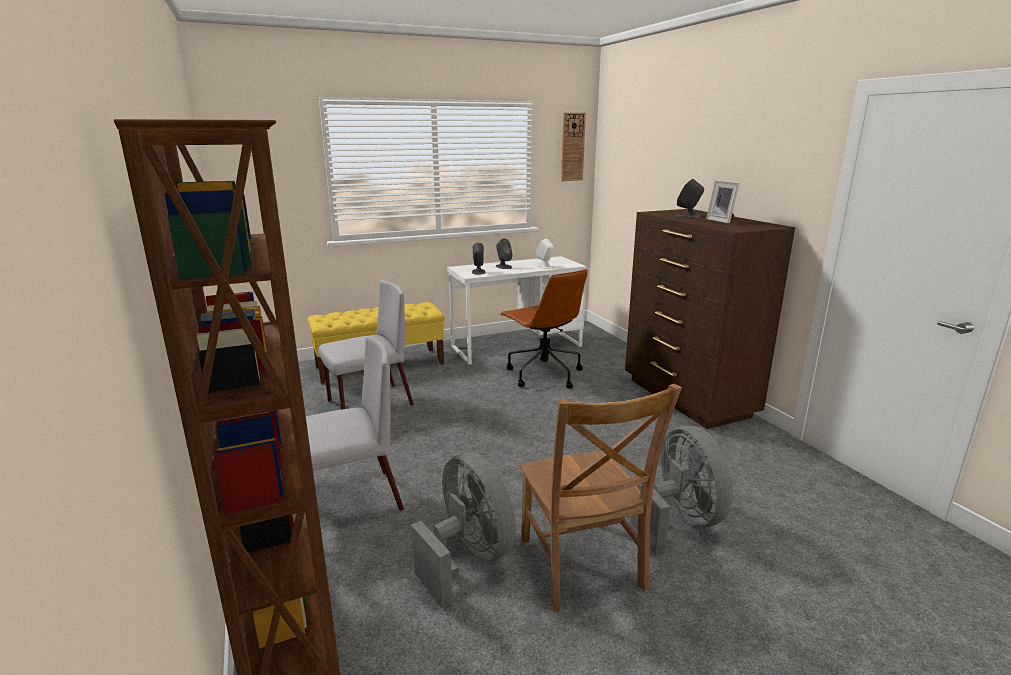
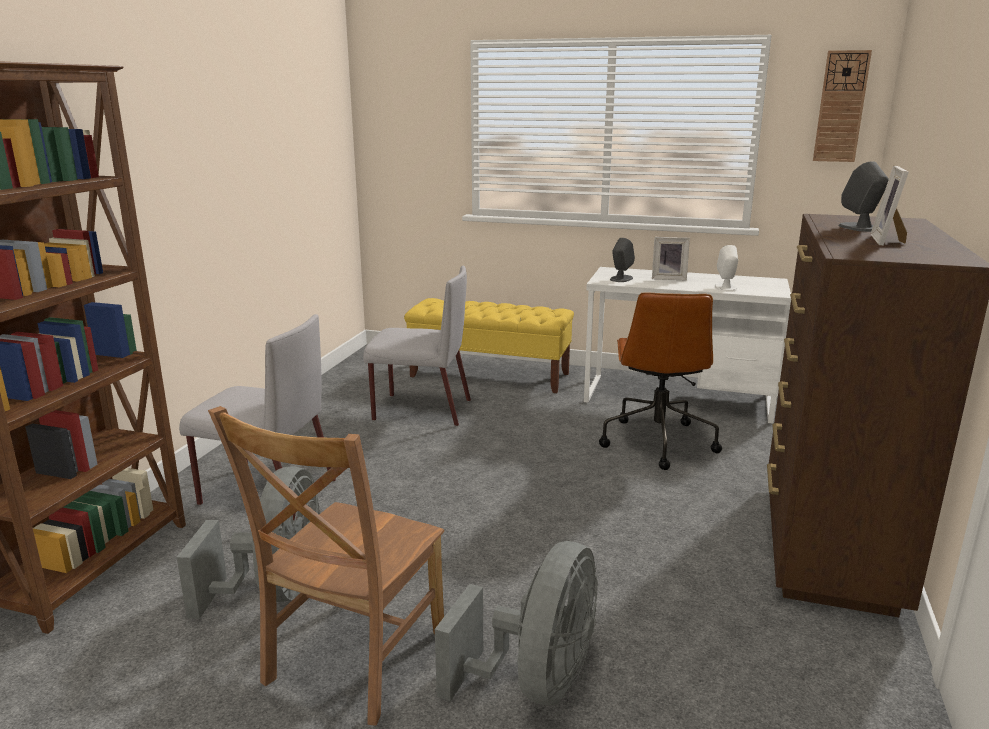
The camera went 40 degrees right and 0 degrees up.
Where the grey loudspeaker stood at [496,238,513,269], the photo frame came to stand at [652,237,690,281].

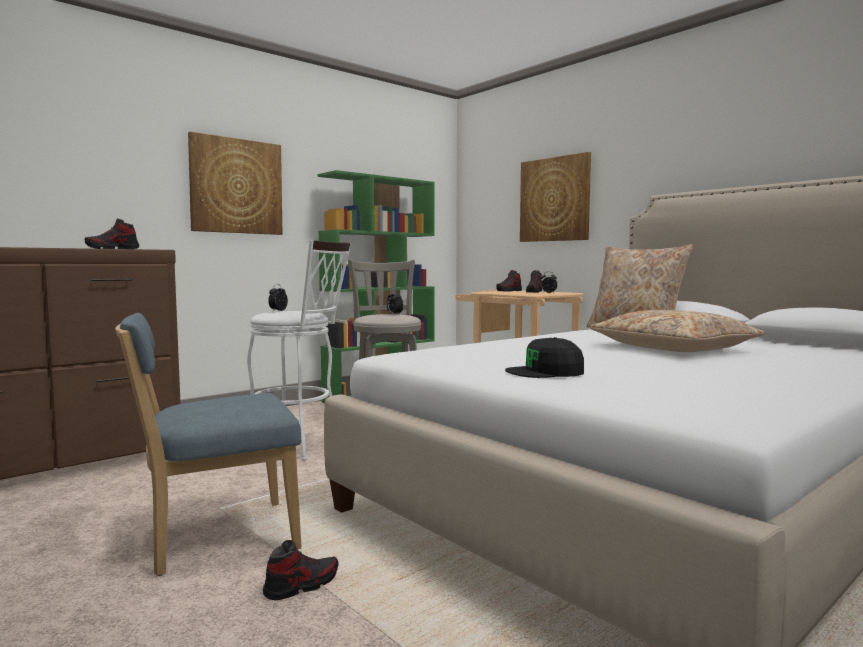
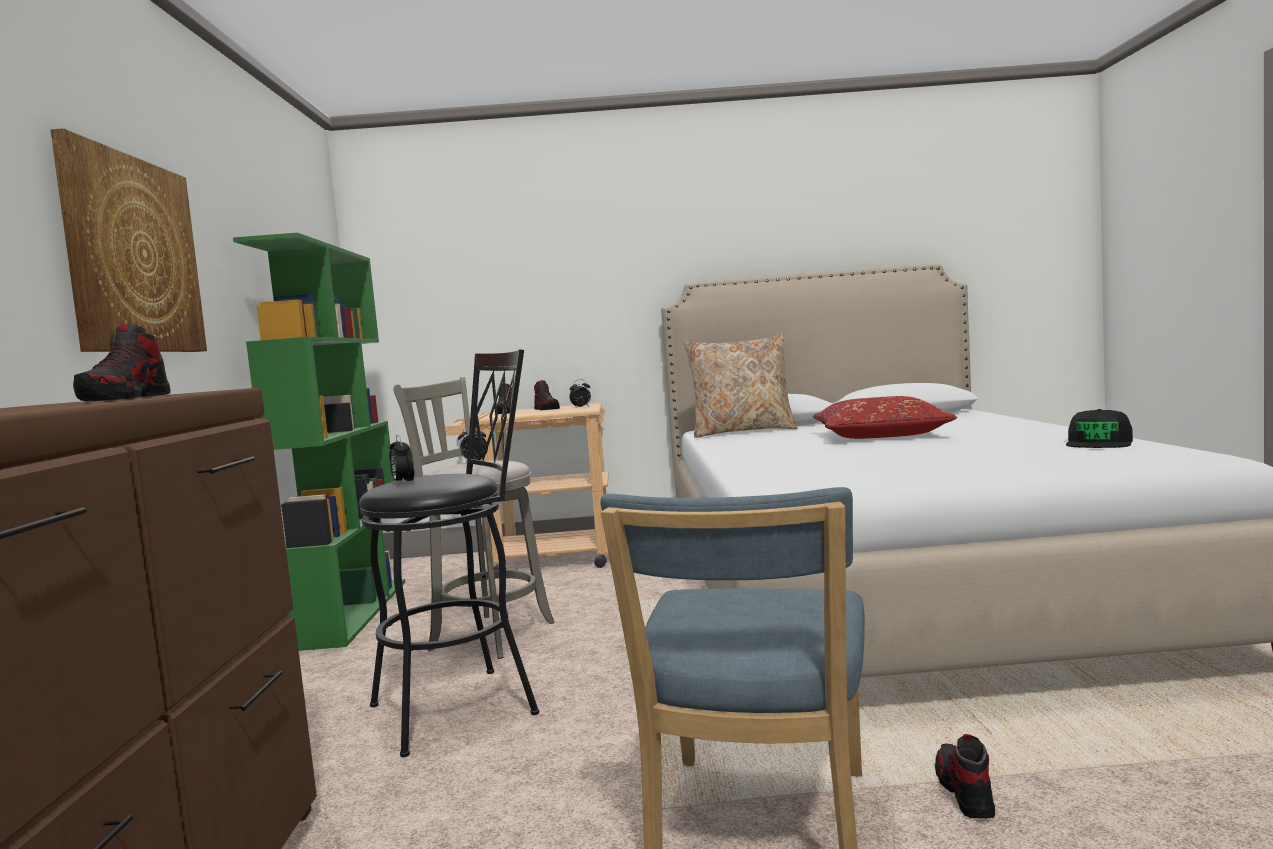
The camera went 50 degrees left and 0 degrees up.
The second view lost the picture at [520,152,591,242].
What was the white-coloured stool seat at [247,240,351,461] turned into the black stool seat at [359,349,539,757].
What was the sand-coloured cushion at [589,310,765,352] turned into the red-coloured cushion at [813,396,957,439].
The black cap ended up elsewhere, having gone from [505,337,584,378] to [1066,409,1133,448].

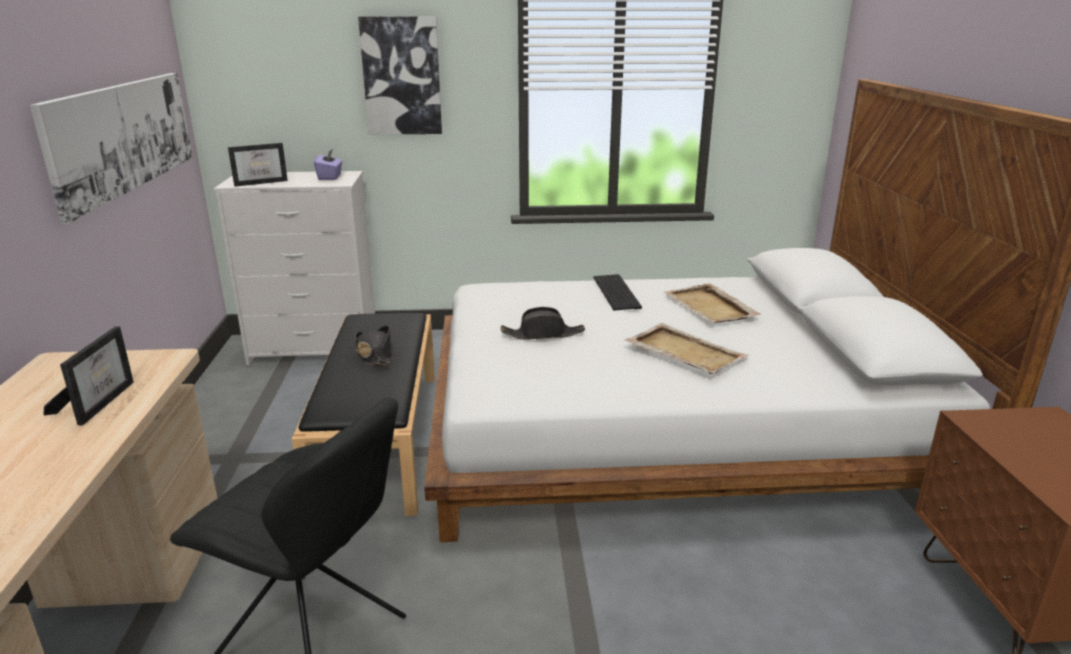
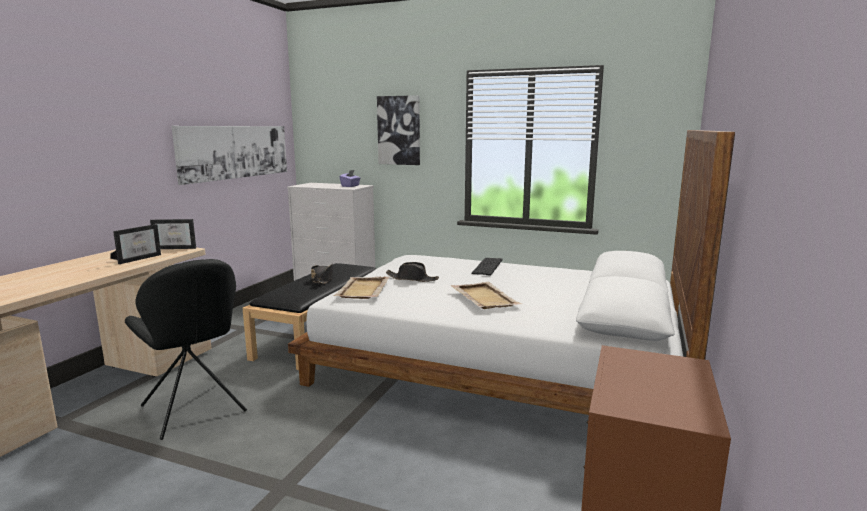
The camera went 25 degrees right and 10 degrees down.
The photo frame ended up elsewhere, having gone from [228,143,288,187] to [150,219,196,249].
The sand-coloured serving tray ended up elsewhere, having gone from [663,283,761,323] to [333,276,390,299].

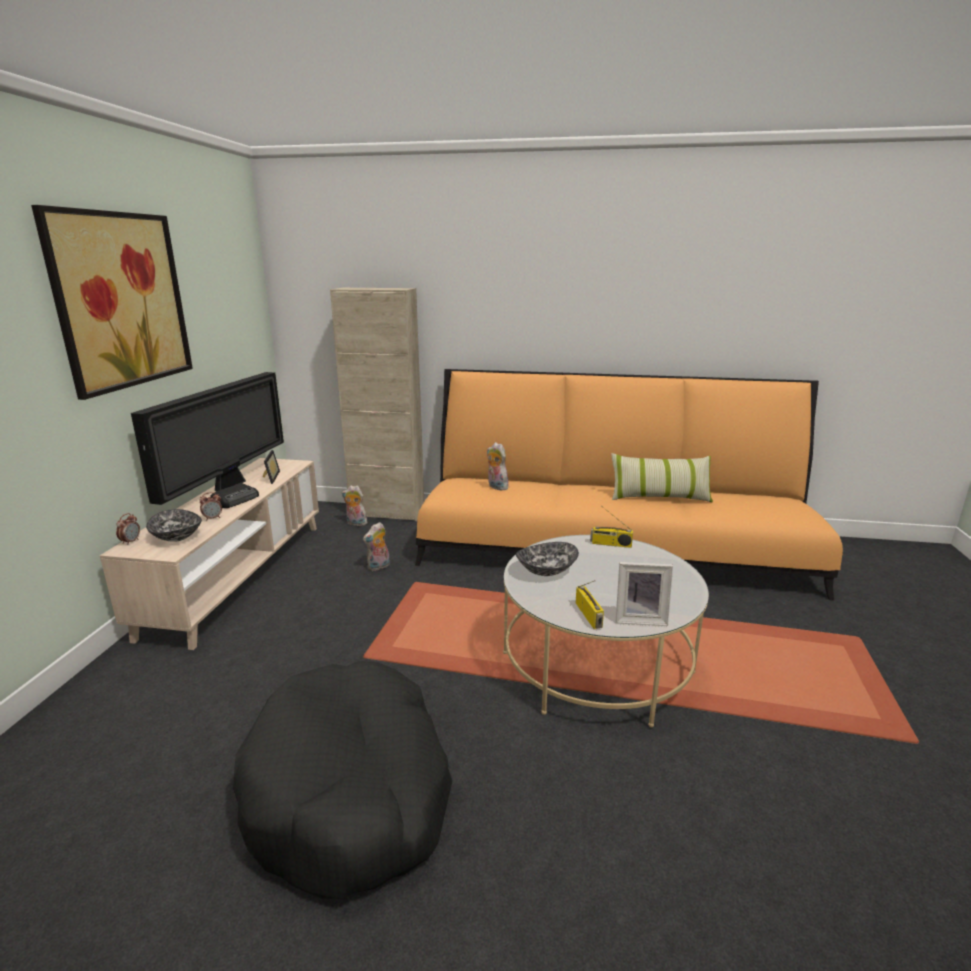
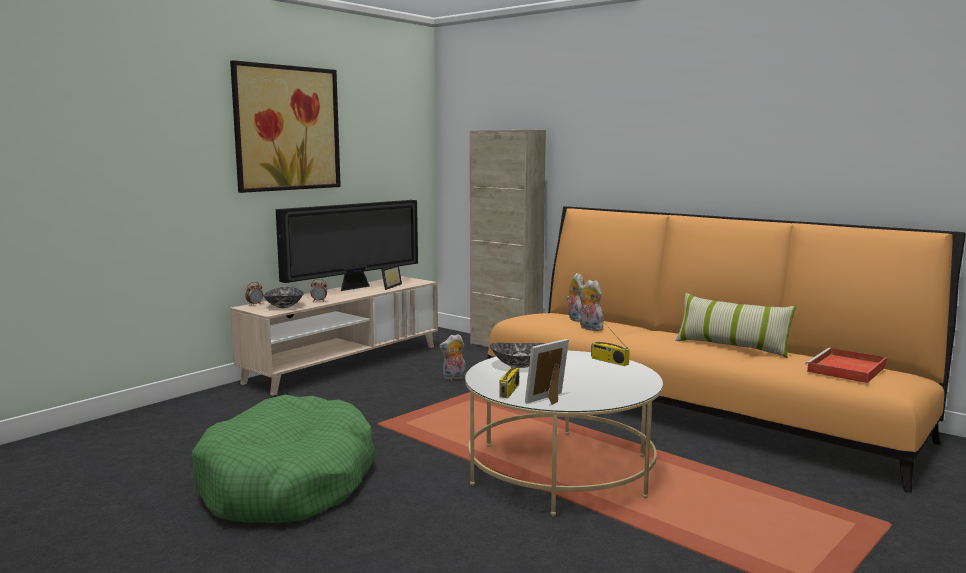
The camera went 30 degrees right and 10 degrees down.
The second view lost the radio receiver at [210,483,259,508].
The plush toy ended up elsewhere, having gone from [342,485,367,526] to [578,280,604,331].
The photo frame at [616,562,673,626] ended up facing another way, 105 degrees clockwise from before.
What was the black dog cushion at [233,661,452,899] turned into the greenish dog cushion at [191,395,375,523].
The second view gained the red-coloured serving tray at [805,348,887,383].

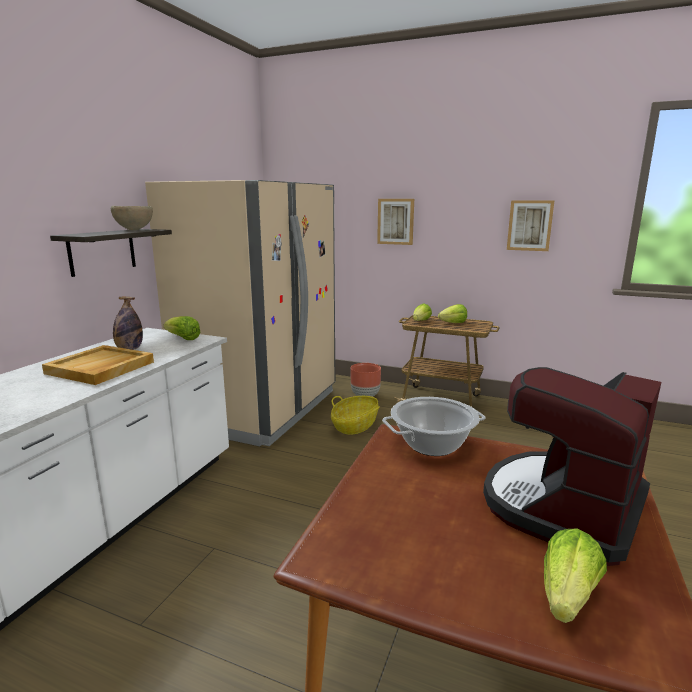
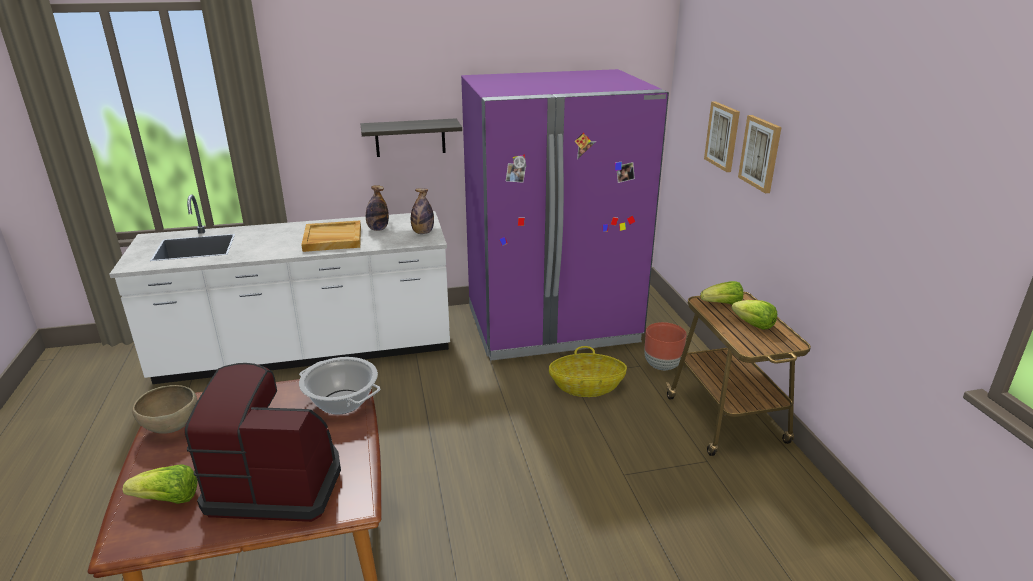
The camera went 55 degrees right and 10 degrees up.
What was the sand-coloured kitchen fridge at [145,180,335,446] turned into the purple kitchen fridge at [461,69,669,361].
The picture ended up elsewhere, having gone from [507,200,555,251] to [704,101,740,172].
The brown-coloured serving bowl ended up elsewhere, having gone from [111,206,153,231] to [132,385,197,434].
Where the head of lettuce stood at [164,316,200,340], the bottle came to stand at [411,188,434,234].

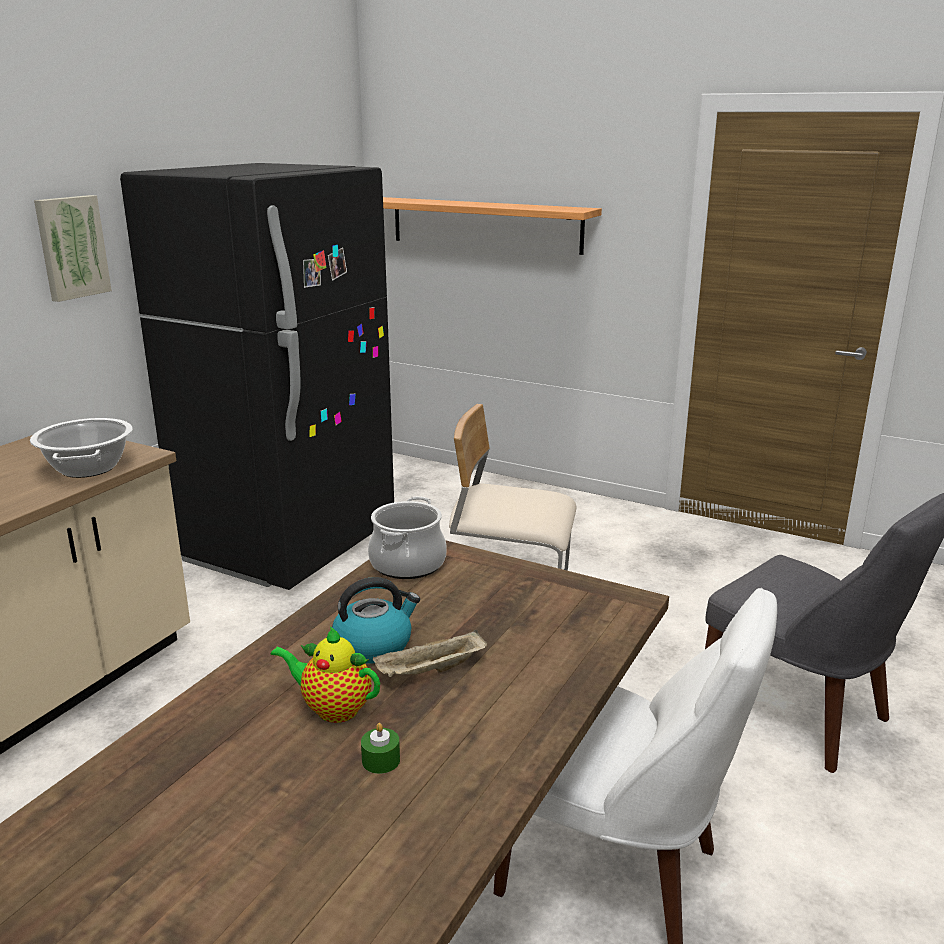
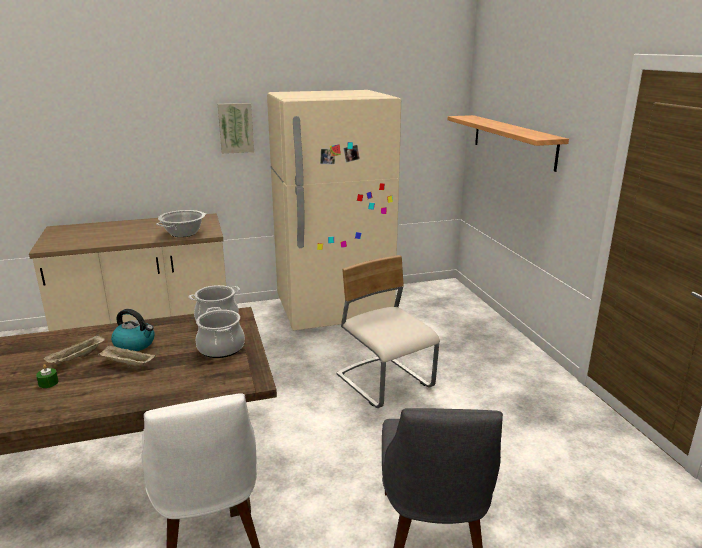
The camera went 45 degrees right and 0 degrees up.
What was the black kitchen fridge at [120,163,394,590] turned into the sand-coloured kitchen fridge at [267,90,401,331].
Where the teapot stood at [271,626,380,723], the sand-coloured serving tray came to stand at [43,334,105,363].
The second view gained the saucepot at [196,307,245,358].

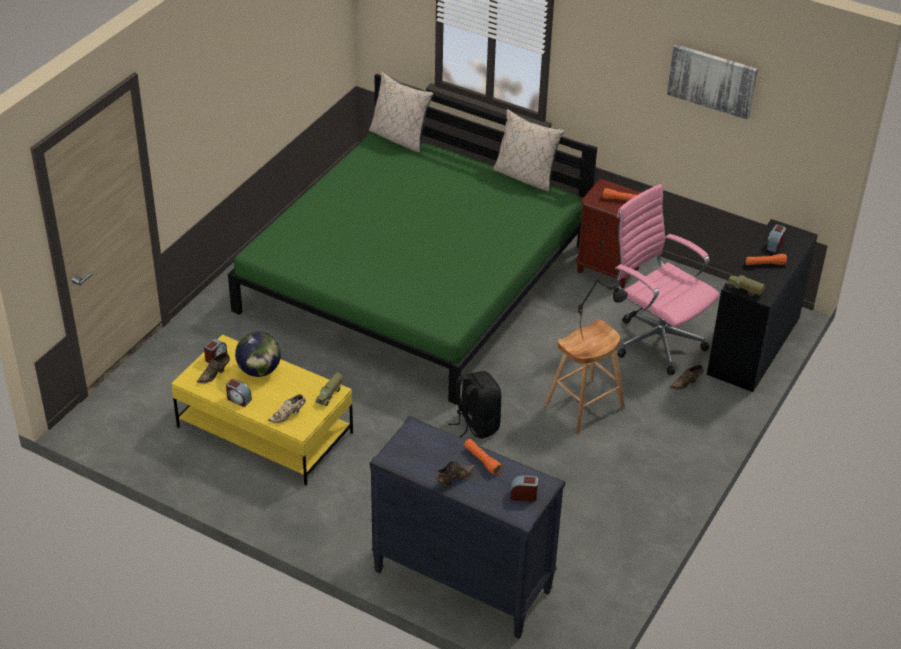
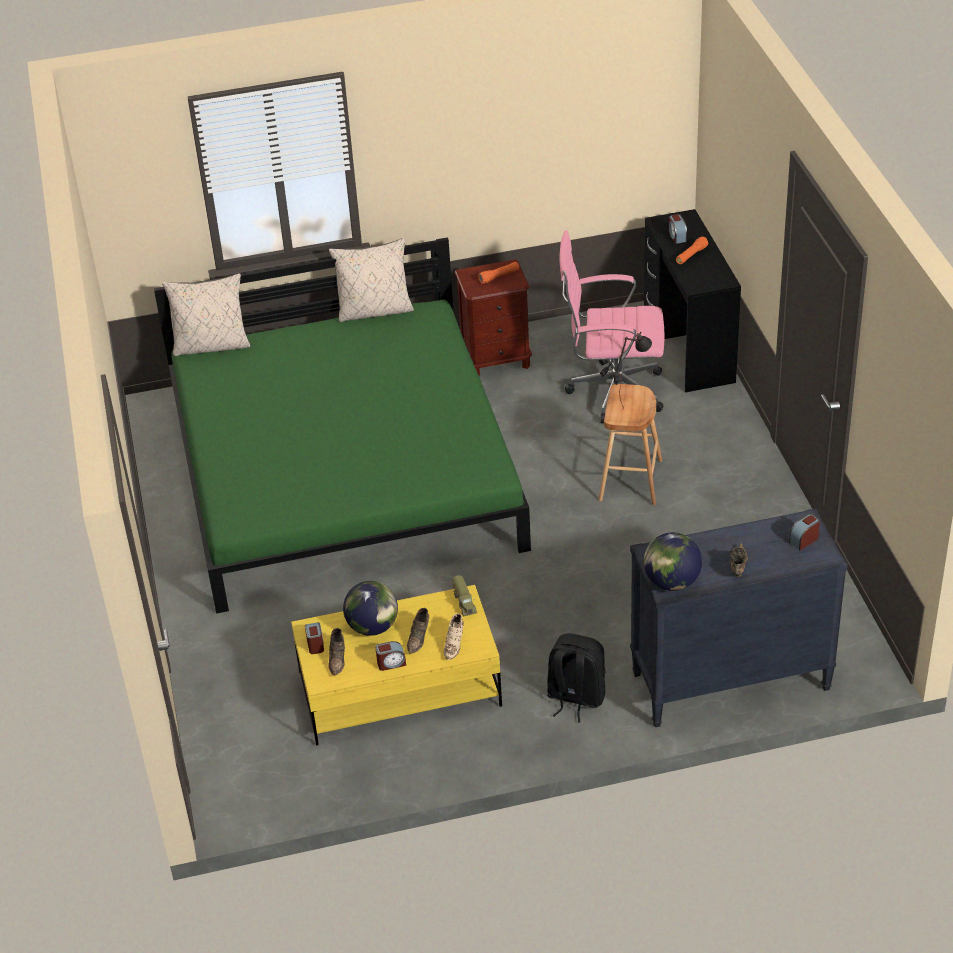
The camera went 40 degrees left and 0 degrees up.
The second view lost the picture at [667,44,758,120].
The second view lost the toy lorry at [726,275,765,296].
The brown-coloured low shoe ended up elsewhere, having gone from [669,365,704,390] to [407,608,429,653].
The black backpack ended up elsewhere, having gone from [448,371,501,439] to [547,633,605,722].
The second view lost the orangey flashlight at [464,439,502,475].
The second view gained the globe at [644,532,702,591].

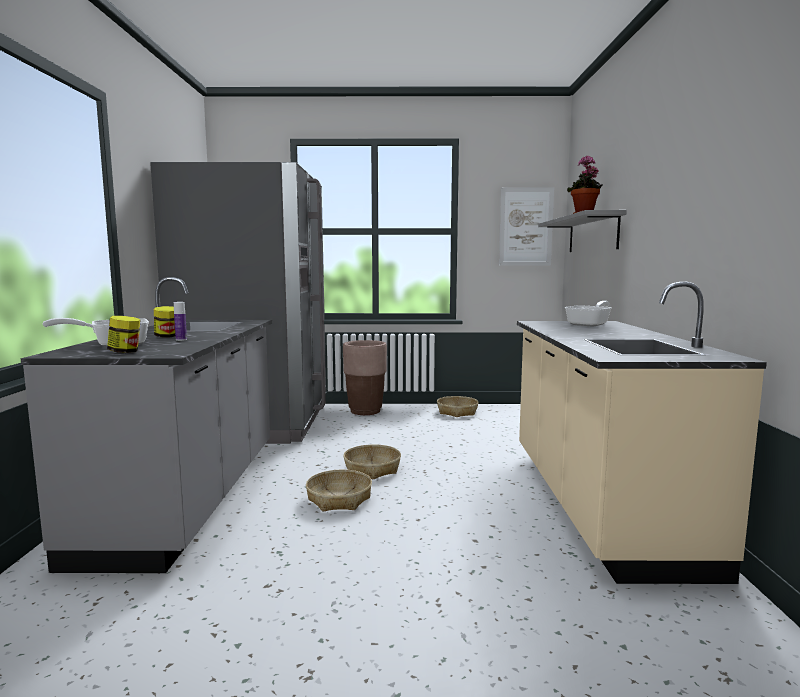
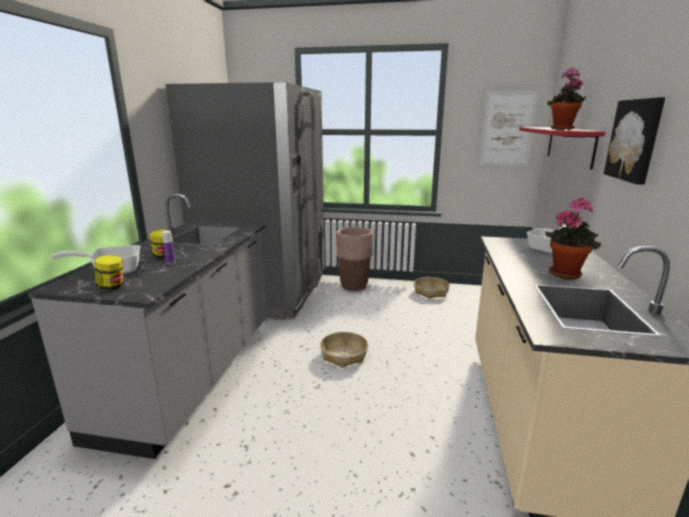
The camera went 10 degrees right and 10 degrees up.
What was the grey wall shelf at [538,210,627,252] turned into the red-coloured wall shelf at [519,127,605,169].
The second view lost the basket at [306,470,372,511].
The second view gained the picture at [604,97,665,185].
The second view gained the potted plant at [545,197,601,279].

